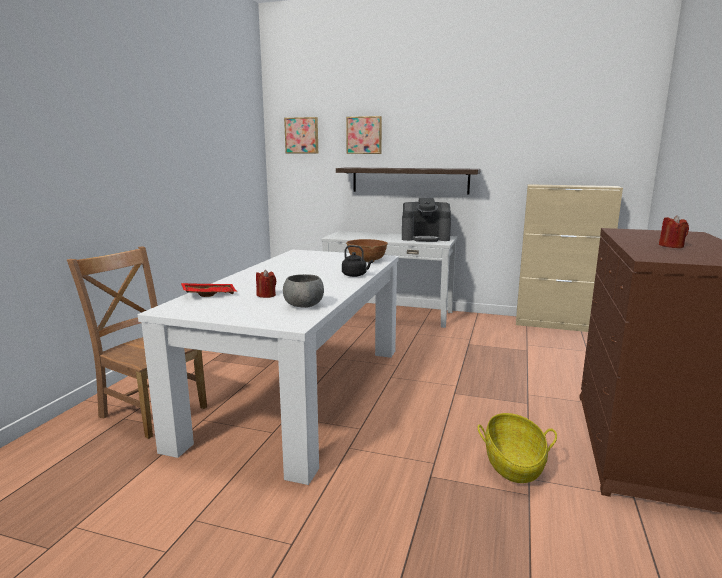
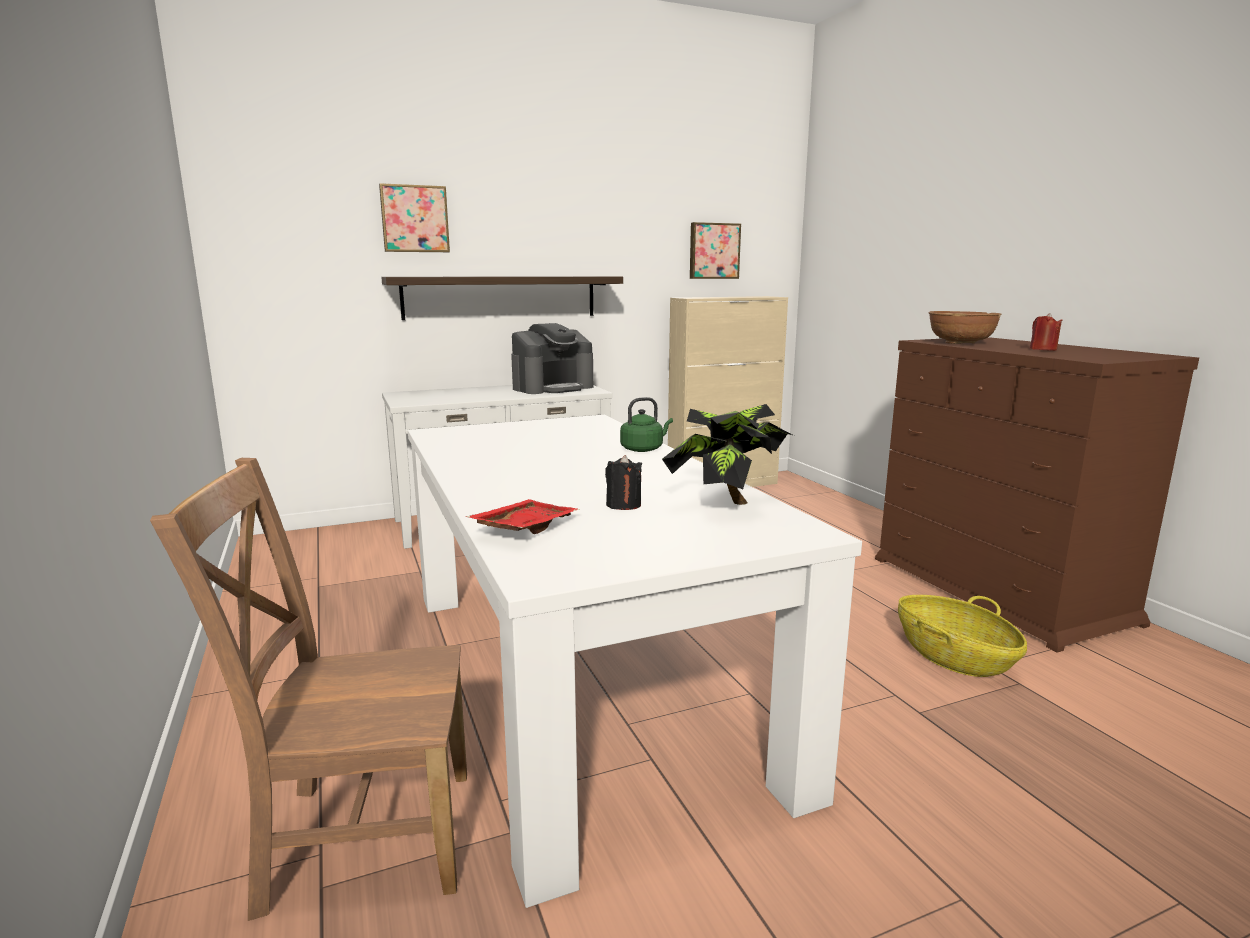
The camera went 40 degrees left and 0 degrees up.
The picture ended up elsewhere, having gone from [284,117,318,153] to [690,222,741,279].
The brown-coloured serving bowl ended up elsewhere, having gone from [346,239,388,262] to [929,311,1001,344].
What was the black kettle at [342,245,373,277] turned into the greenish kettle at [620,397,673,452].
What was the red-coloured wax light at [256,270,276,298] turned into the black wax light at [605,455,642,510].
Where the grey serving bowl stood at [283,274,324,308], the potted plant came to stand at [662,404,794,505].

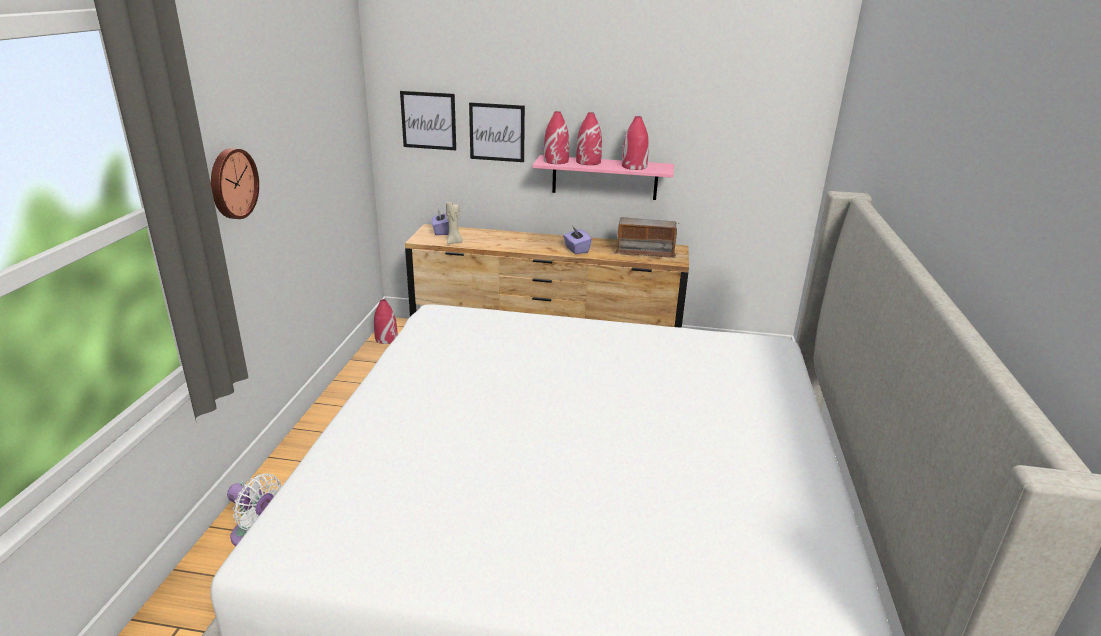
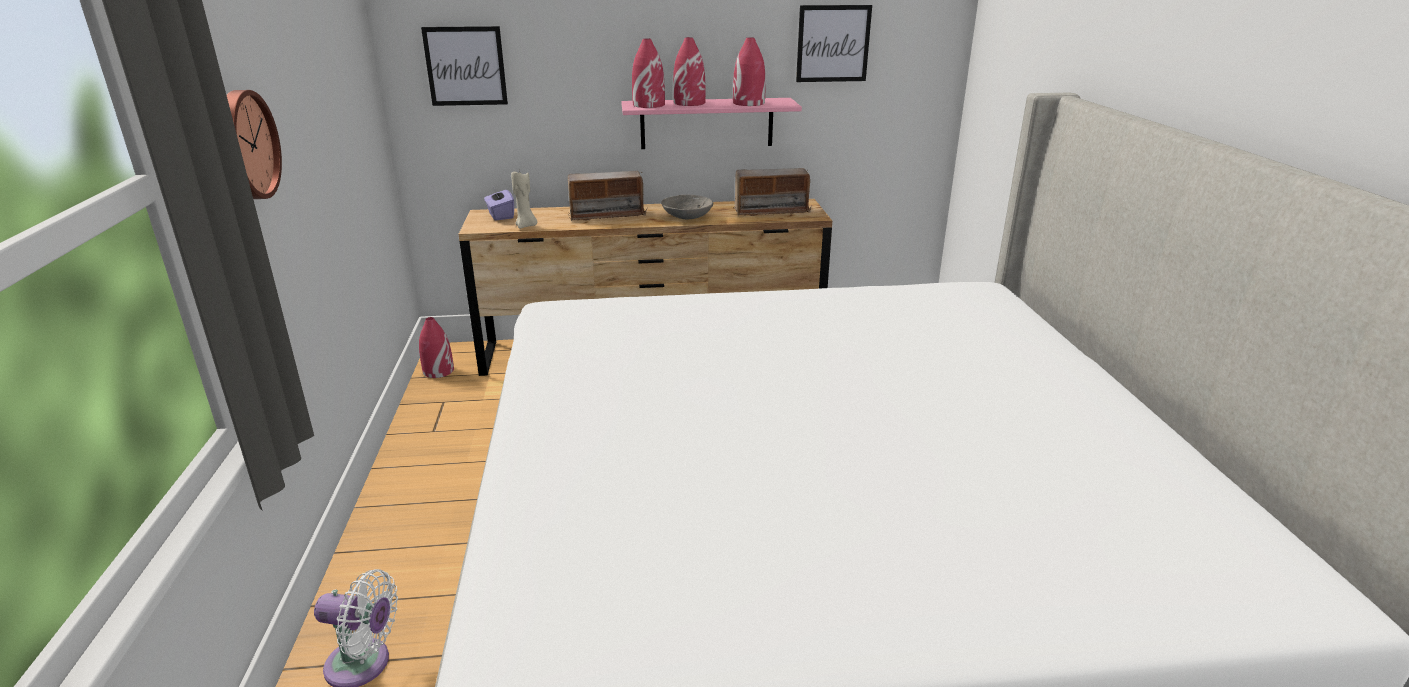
The camera went 15 degrees left and 0 degrees up.
The picture ended up elsewhere, having gone from [469,103,525,162] to [796,5,872,82].
Where the purple box of tissues stood at [563,227,592,254], the grey serving bowl came to stand at [661,195,714,219].
The second view gained the radio receiver at [568,171,647,221].

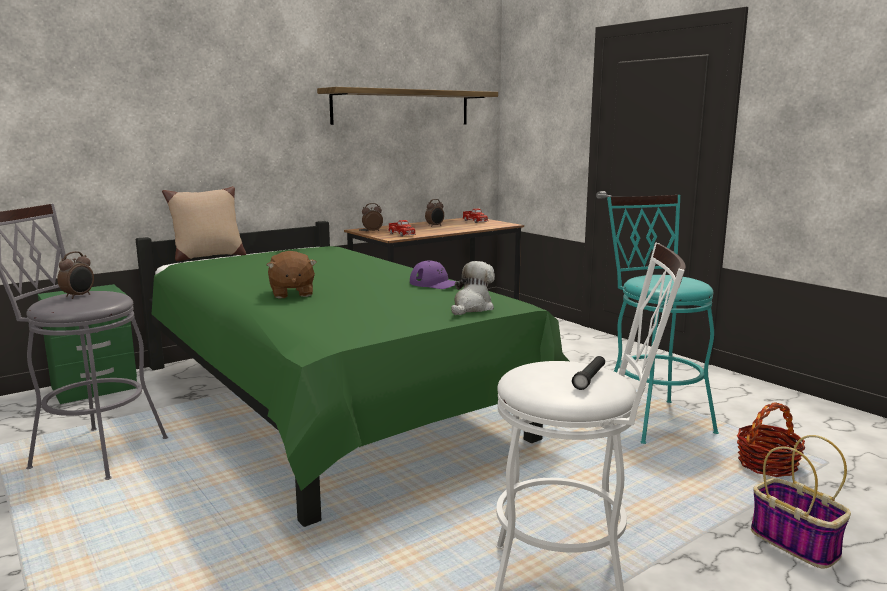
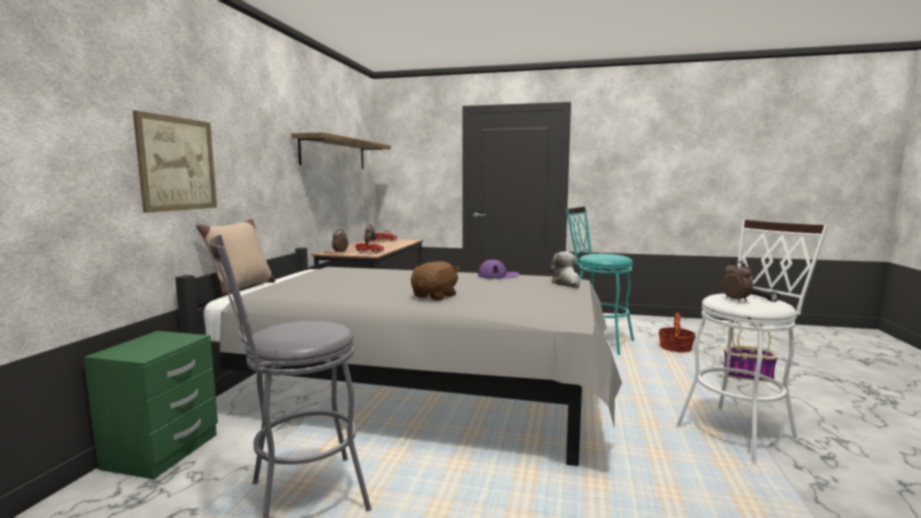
The camera went 40 degrees left and 5 degrees down.
What was the greenish sleeping bed at [136,221,569,527] turned into the grey sleeping bed at [175,248,622,466].
The alarm clock ended up elsewhere, having gone from [57,251,94,299] to [722,261,753,302].
The brown-coloured plush toy at [267,251,317,299] ended up facing another way, 90 degrees counterclockwise from before.
The second view gained the picture at [133,110,217,213].

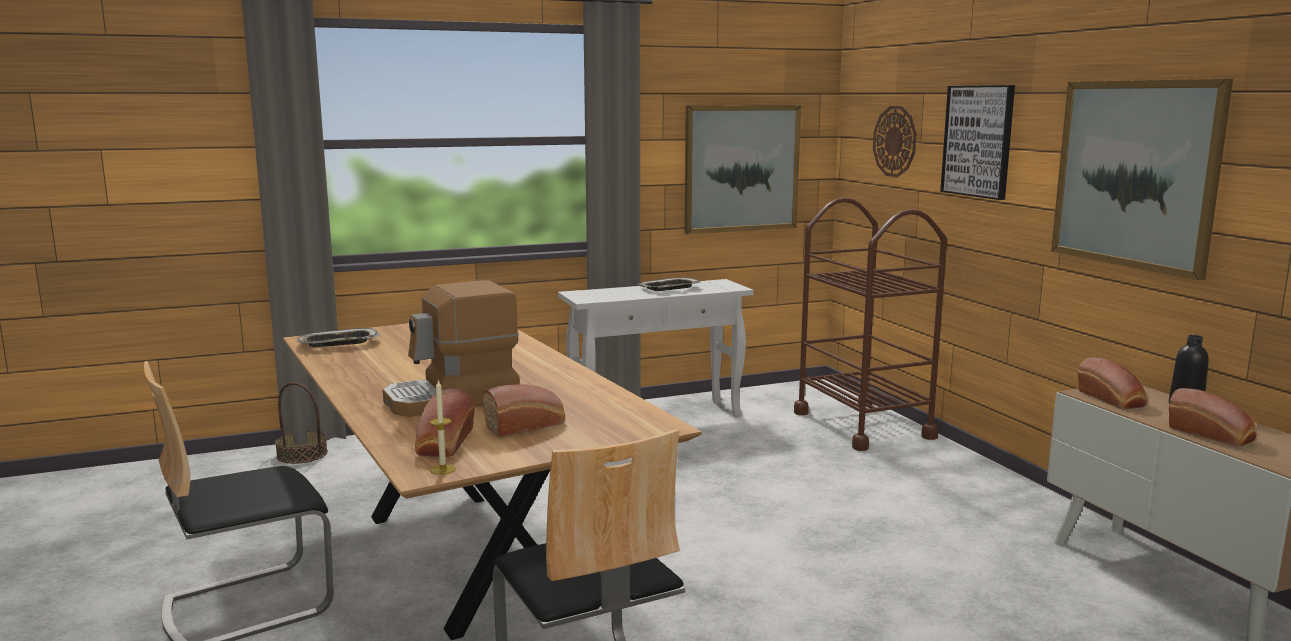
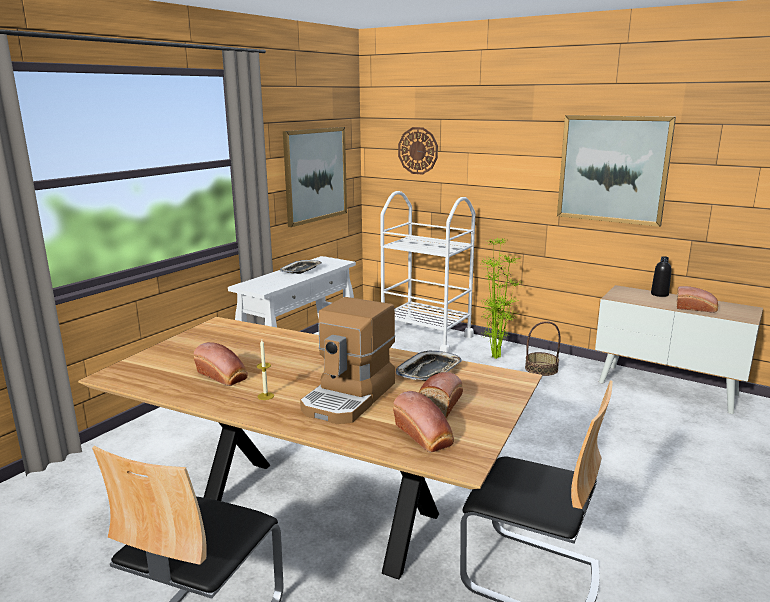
The camera went 35 degrees left and 5 degrees up.
The second view lost the picture at [940,85,1015,200].
What was the brown-coloured wheeled cart at [794,197,947,451] turned into the white-coloured wheeled cart at [380,191,475,353].
The serving tray ended up elsewhere, having gone from [297,328,380,347] to [396,351,462,381].
The bread ended up elsewhere, having gone from [1078,357,1147,409] to [193,342,248,386].
The wax light ended up elsewhere, having gone from [429,380,456,475] to [256,340,274,400].
The basket ended up elsewhere, having gone from [275,382,328,464] to [525,321,561,376].
The second view gained the potted plant at [480,238,523,359].

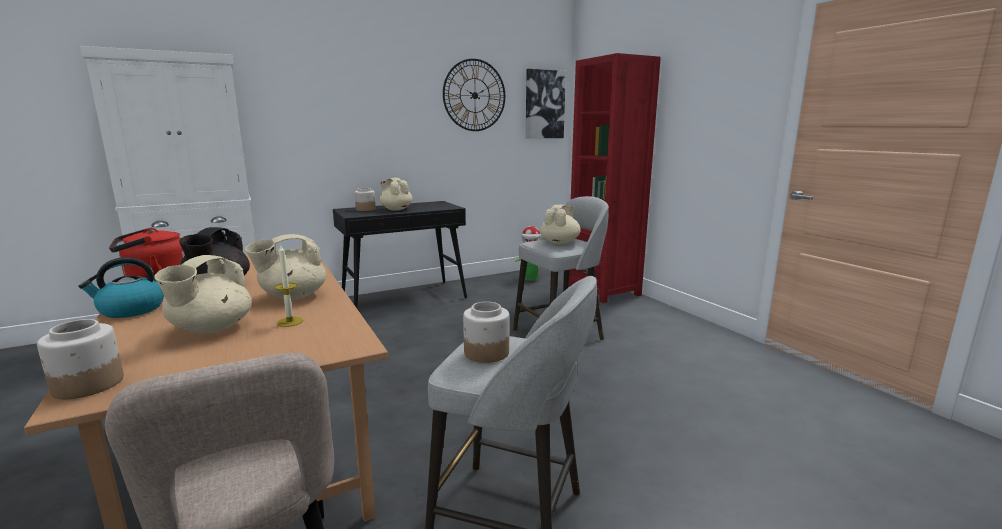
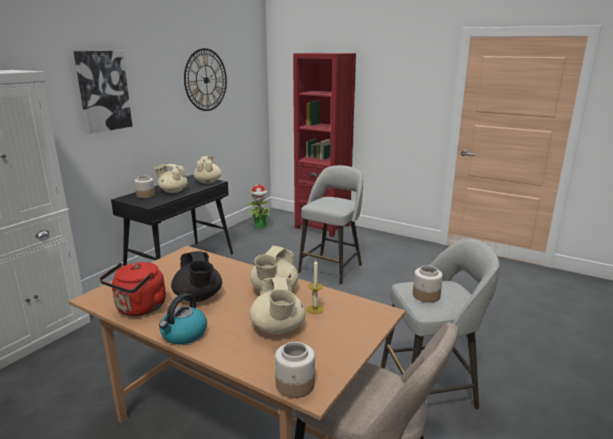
The camera went 30 degrees left and 5 degrees up.
The picture ended up elsewhere, having gone from [526,69,566,139] to [74,51,133,134].
The sand-coloured teapot ended up elsewhere, having gone from [541,205,581,244] to [194,156,222,184].

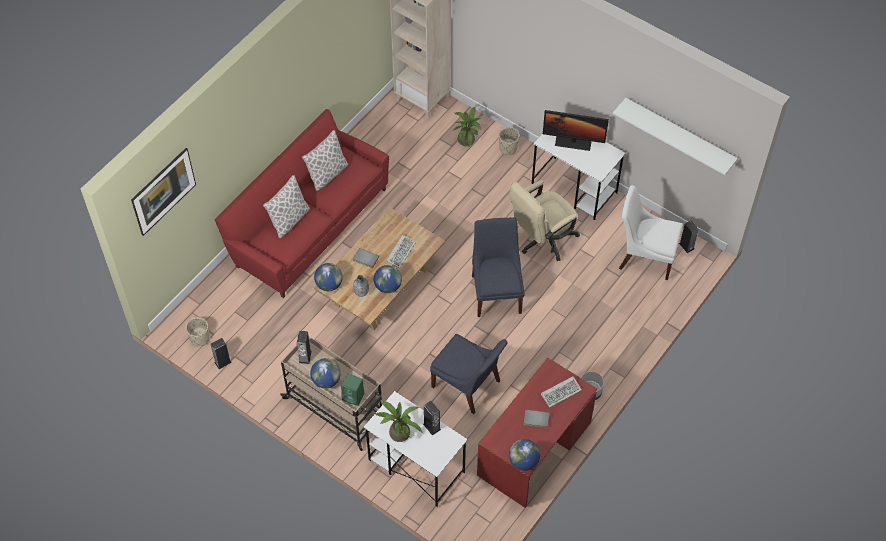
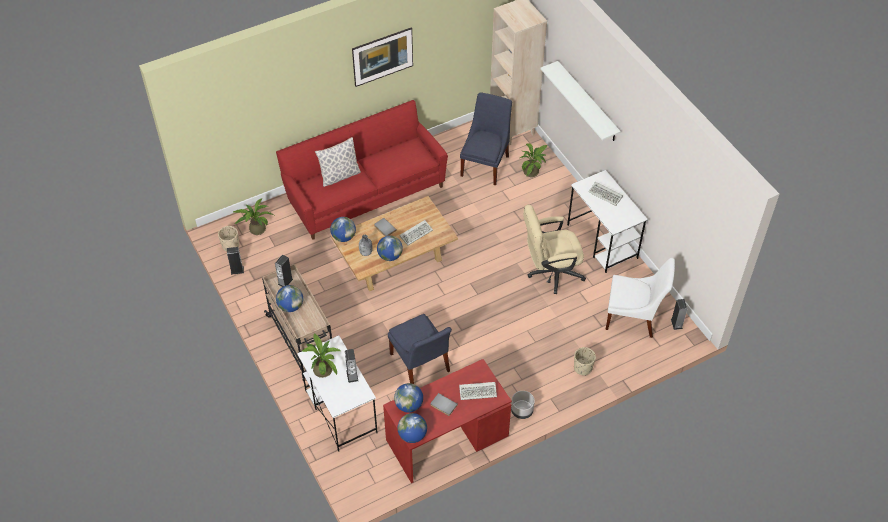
The camera went 25 degrees right and 5 degrees down.
The white-coloured wall shelf ended up elsewhere, having gone from [613,98,738,175] to [540,61,621,141].
Where the computer screen stood at [543,110,609,151], the PC keyboard came to stand at [588,181,623,206].
The sand-coloured plant pot ended up elsewhere, having gone from [499,127,519,155] to [574,347,596,376].
The second view lost the cushion at [302,130,348,191].
The picture ended up elsewhere, having gone from [131,148,196,236] to [352,28,413,87].
The white-coloured upright chair at [619,185,683,280] ended up facing another way, 150 degrees clockwise from before.
The blue upright chair ended up elsewhere, having gone from [472,218,525,317] to [460,92,512,185].
The second view lost the greenish loudspeaker at [341,374,364,406].
The second view gained the potted plant at [232,198,274,235].
The second view gained the globe at [394,383,423,413].

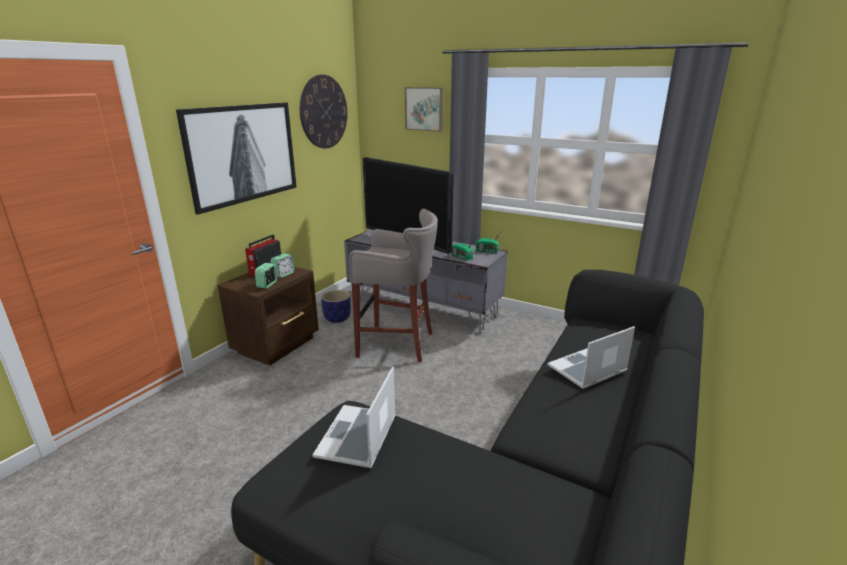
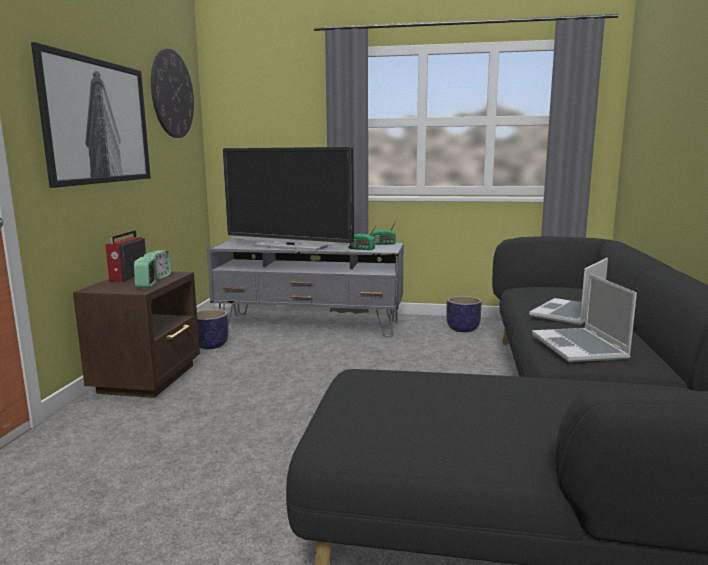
The camera went 20 degrees left and 10 degrees down.
The second view lost the picture at [405,87,443,132].
The second view lost the grey stool seat at [349,208,438,363].
The portable computer ended up elsewhere, having gone from [312,366,396,468] to [532,274,637,362].
The second view gained the plant pot at [447,296,482,332].

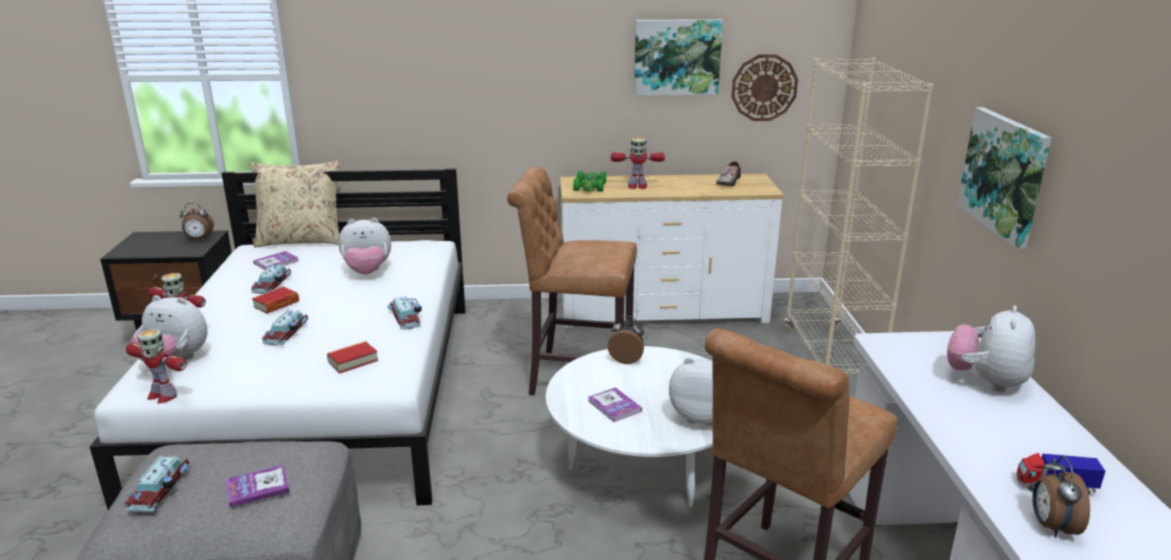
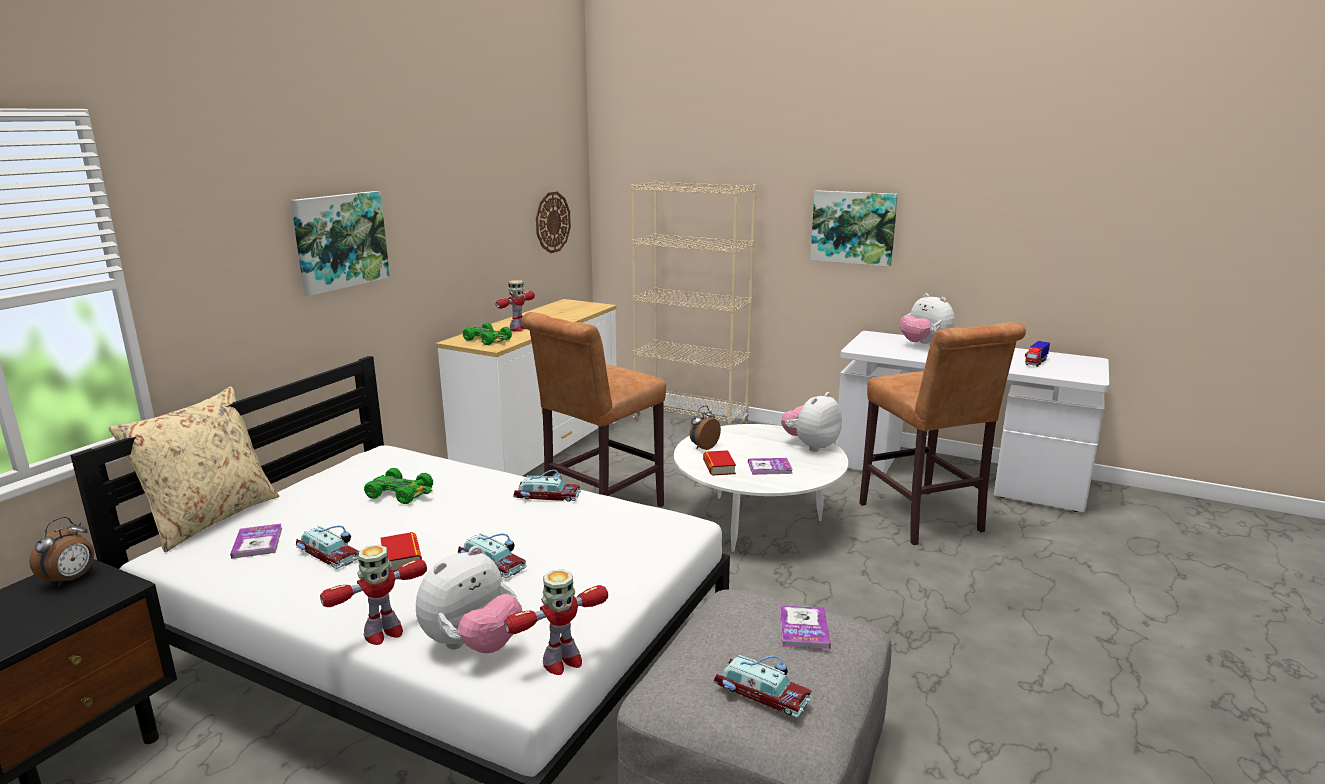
The camera went 60 degrees left and 5 degrees down.
The picture ended up elsewhere, having gone from [634,19,723,96] to [291,191,390,296].
The second view lost the low shoe at [716,161,741,186].
Where the plush toy stood at [338,218,391,274], the greenish miniature car came to stand at [364,468,433,504].
The book ended up elsewhere, having gone from [327,341,378,373] to [703,450,736,476].
The second view lost the alarm clock at [1032,455,1090,537].

